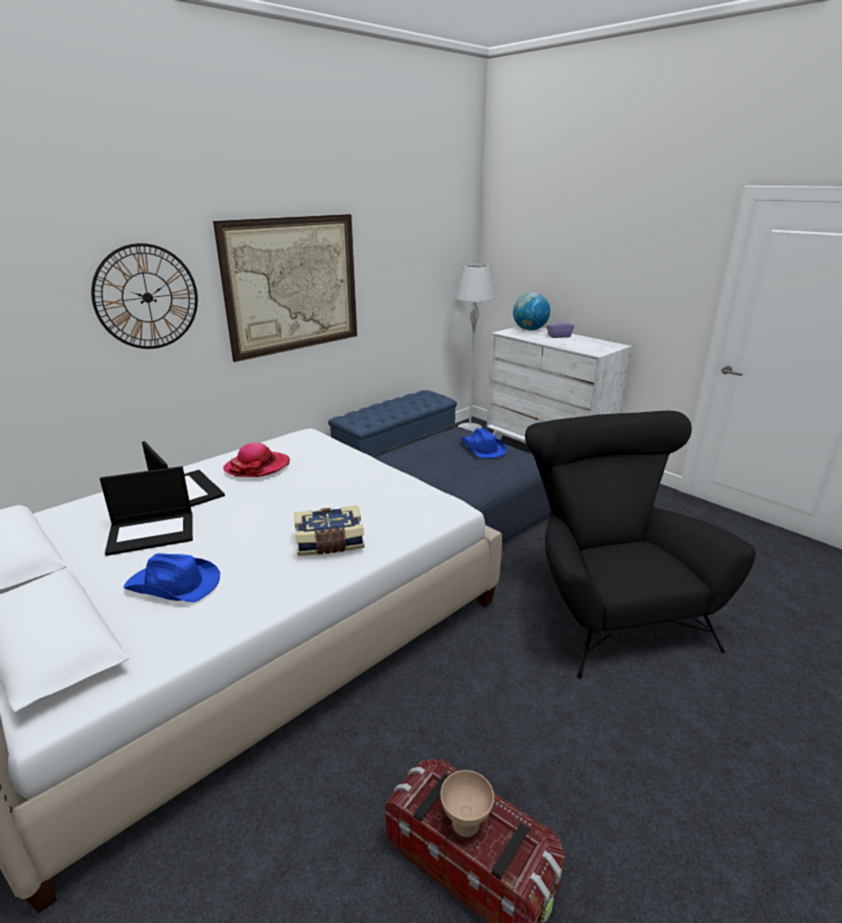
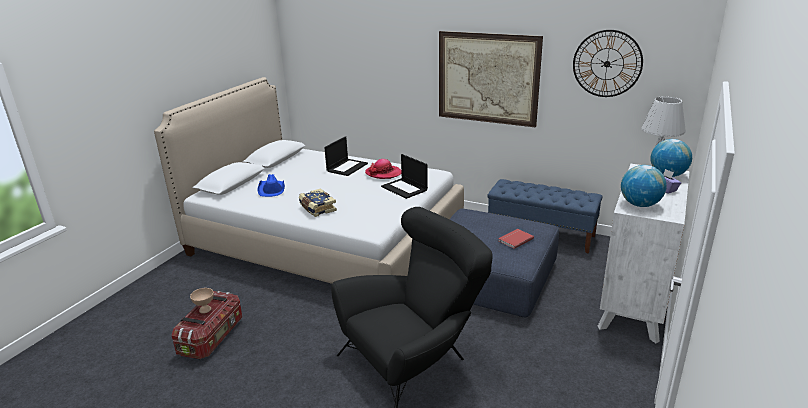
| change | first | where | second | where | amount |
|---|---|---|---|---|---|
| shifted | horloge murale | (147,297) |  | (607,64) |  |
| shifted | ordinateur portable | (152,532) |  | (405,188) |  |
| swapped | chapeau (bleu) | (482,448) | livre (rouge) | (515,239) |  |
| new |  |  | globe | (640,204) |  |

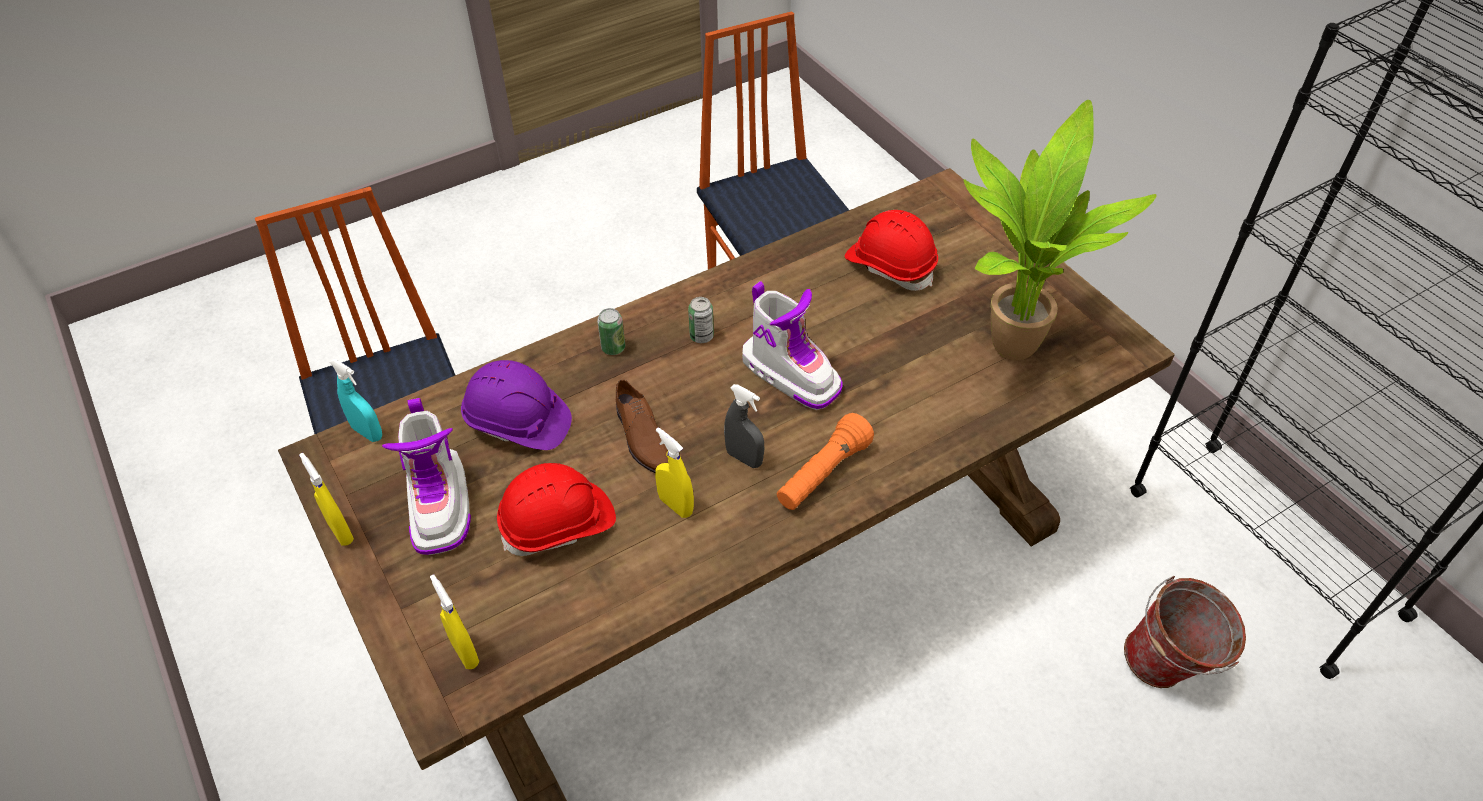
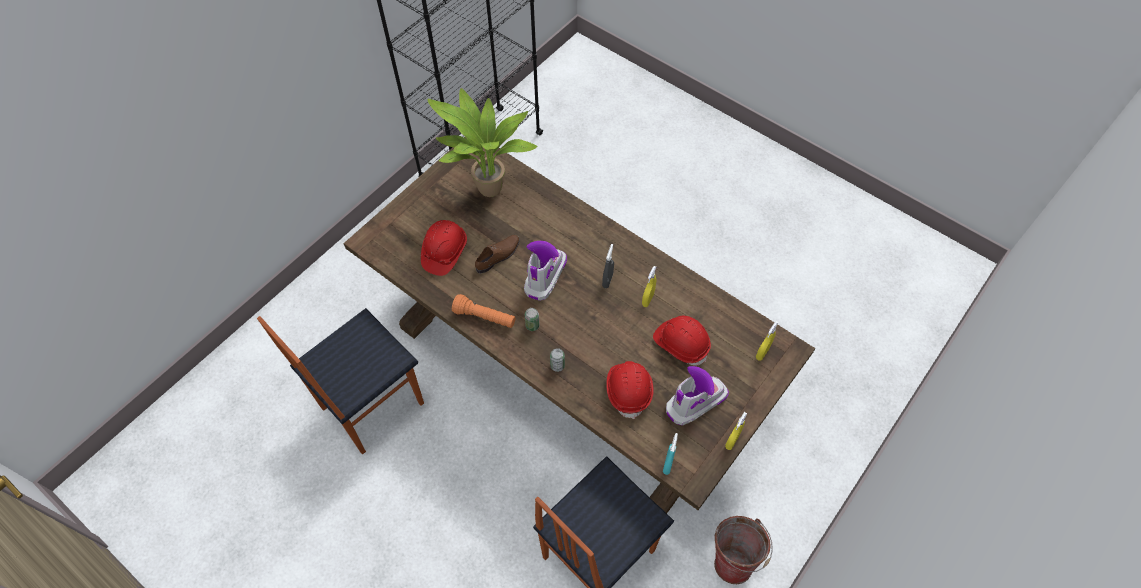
| change | first | where | second | where | amount |
|---|---|---|---|---|---|
| repainted | casque de chantier (violet) | (518,423) | casque de chantier (rouge) | (629,390) |  |
| shifted | chaussure (marron) | (641,437) |  | (498,256) |  |
| shifted | lampe de poche (orange) | (823,474) |  | (485,317) |  |
| shifted | seau | (1168,670) |  | (734,557) |  |

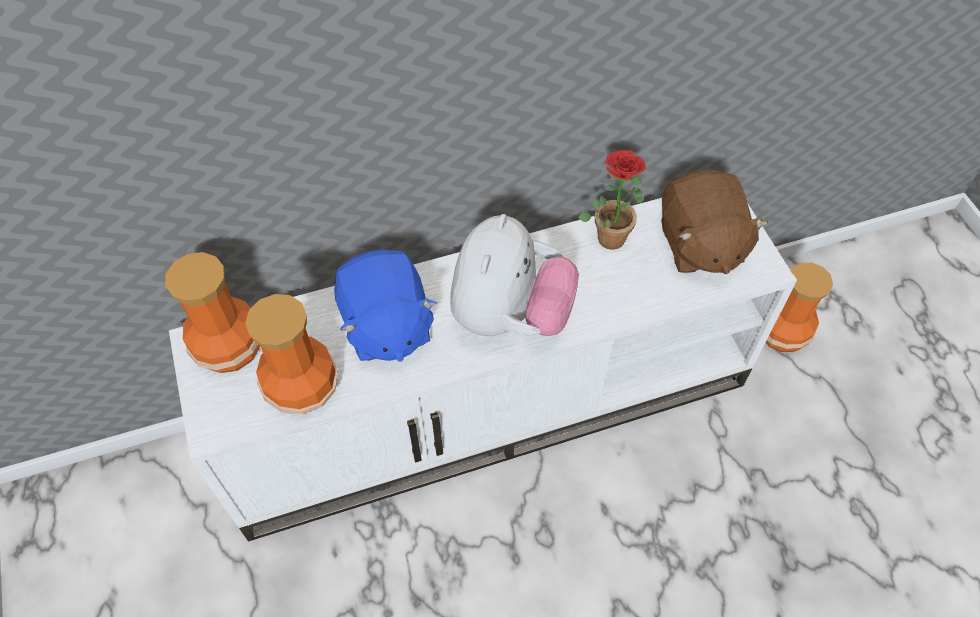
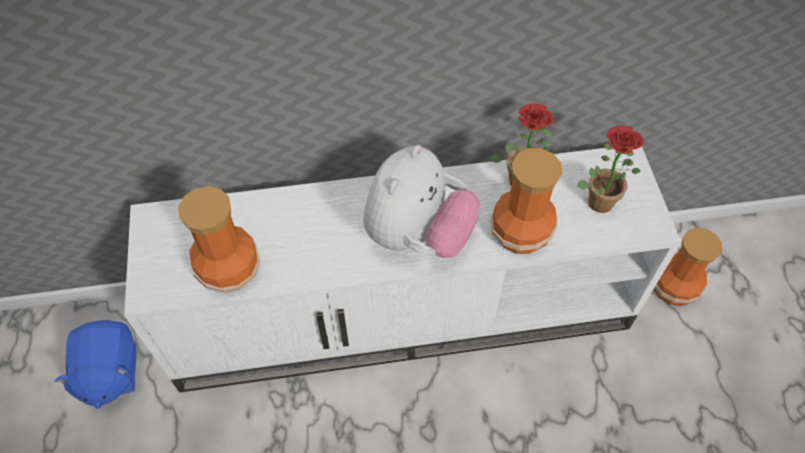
| change | first | where | second | where | amount |
|---|---|---|---|---|---|
| shifted | vase | (229,347) |  | (521,233) |  |
| shifted | peluche (bleu) | (386,326) |  | (109,372) |  |
| swapped | peluche (marron) | (699,244) | plante en pot | (599,197) |  |

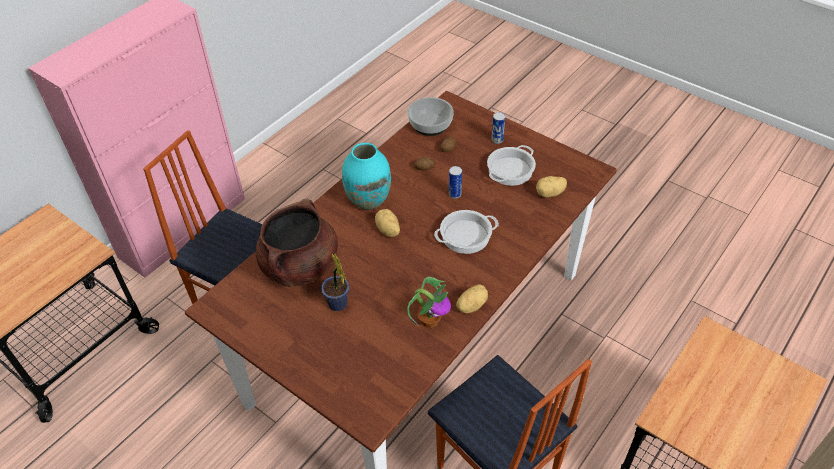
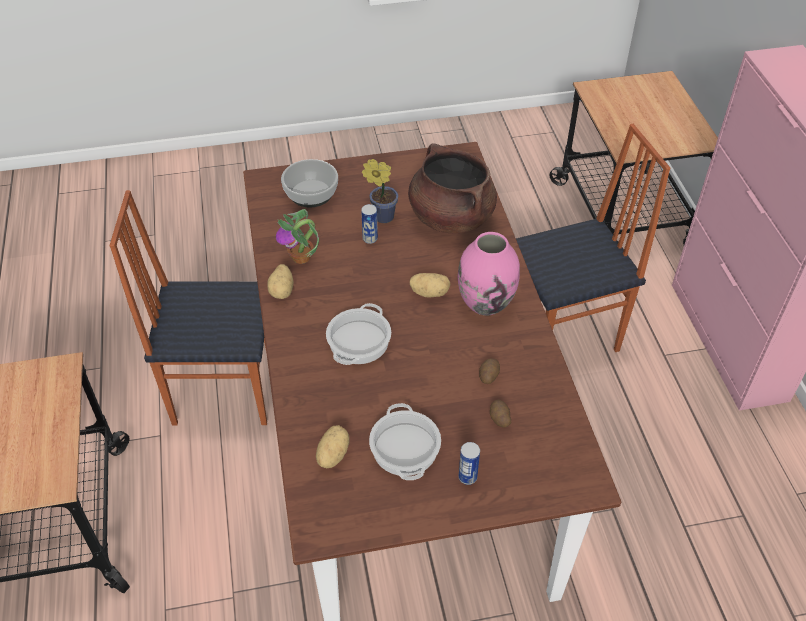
| change | first | where | second | where | amount |
|---|---|---|---|---|---|
| repainted | vase (turquoise) | (368,201) | vase (rose) | (485,302) |  |
| shifted | bol | (430,124) |  | (311,193) |  |
| shifted | boîte métallique | (455,194) |  | (370,238) |  |

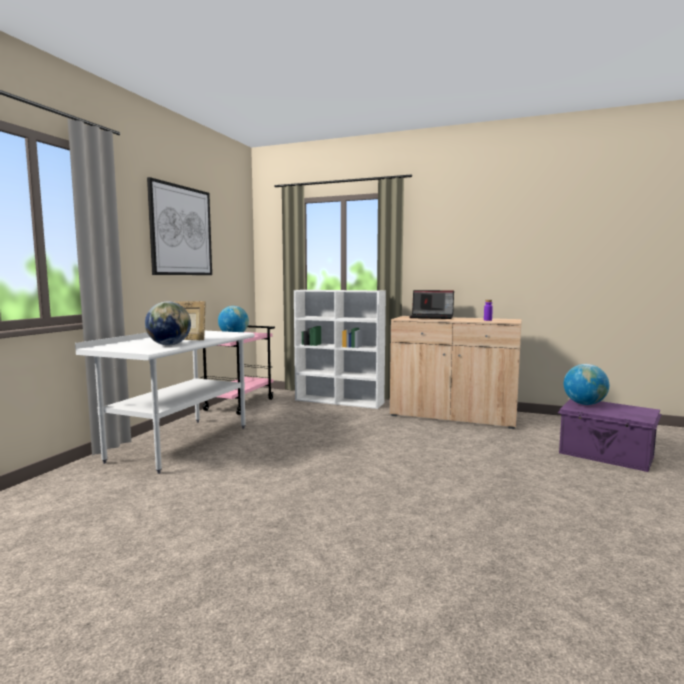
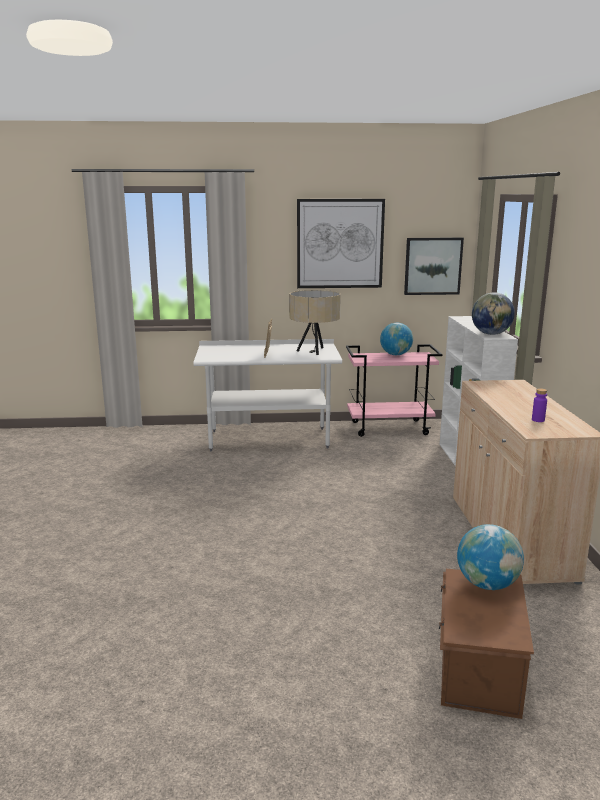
| change | first | where | second | where | amount |
|---|---|---|---|---|---|
| shifted | globe | (169,345) |  | (491,334) |  |
| gone | ordinateur portable | (432,317) |  |  |  |
| repainted | boîte de rangement (violet) | (606,455) | boîte de rangement (marron) | (477,668) |  |
| new |  |  | lampe de table (beige) | (314,351) |  |
| new |  |  | tableau | (433,266) |  |

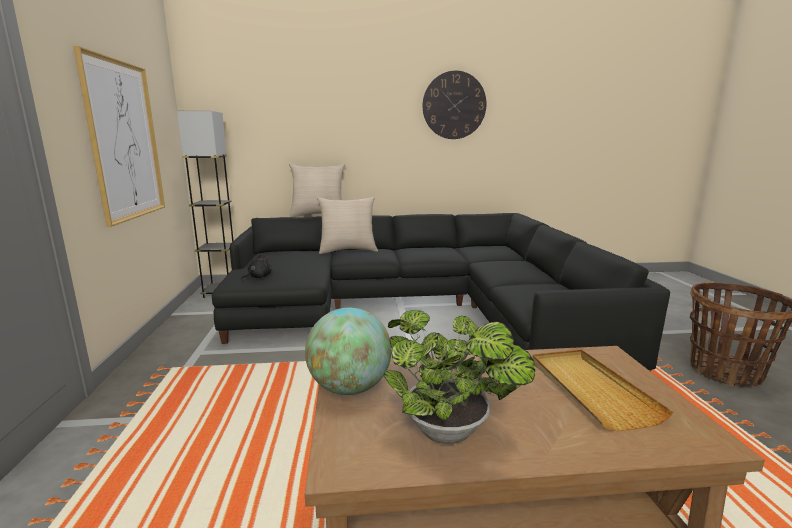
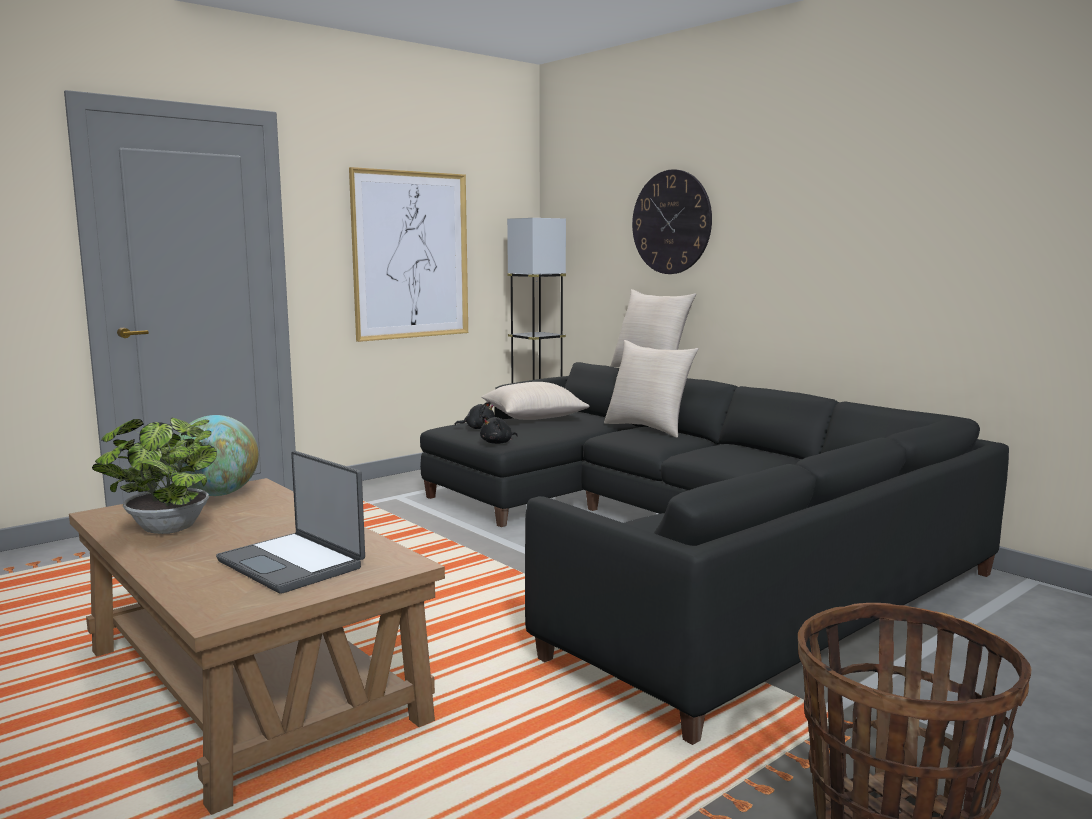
| change | first | where | second | where | amount |
|---|---|---|---|---|---|
| shifted | horloge murale | (454,105) |  | (671,222) |  |
| swapped | plateau (beige) | (590,390) | ordinateur portable | (293,563) |  |
| new |  |  | peluche (noir) | (498,443) |  |
| new |  |  | coussin (beige) | (533,417) |  |

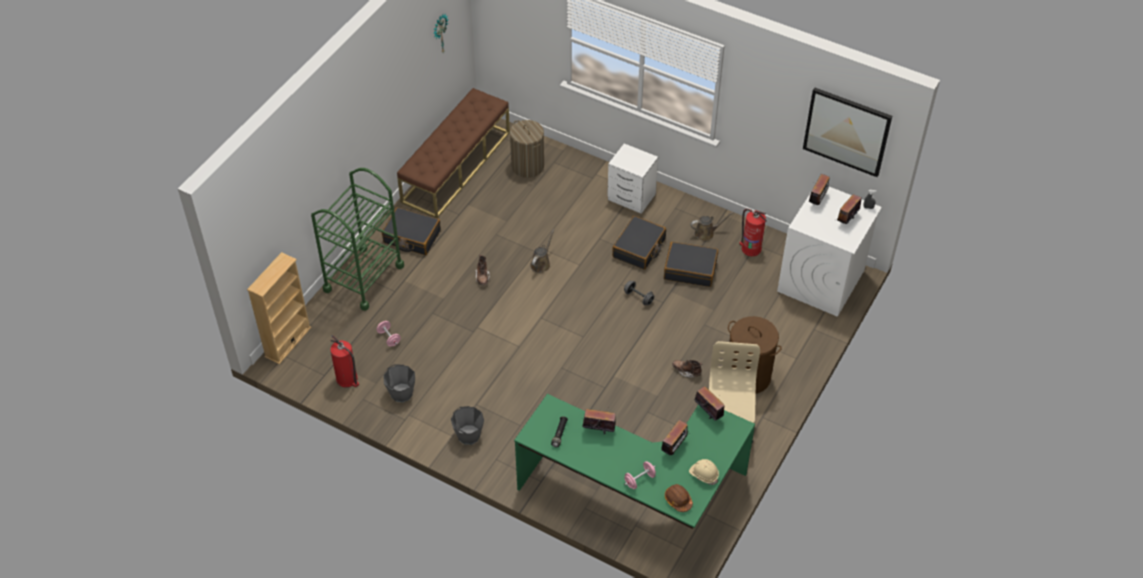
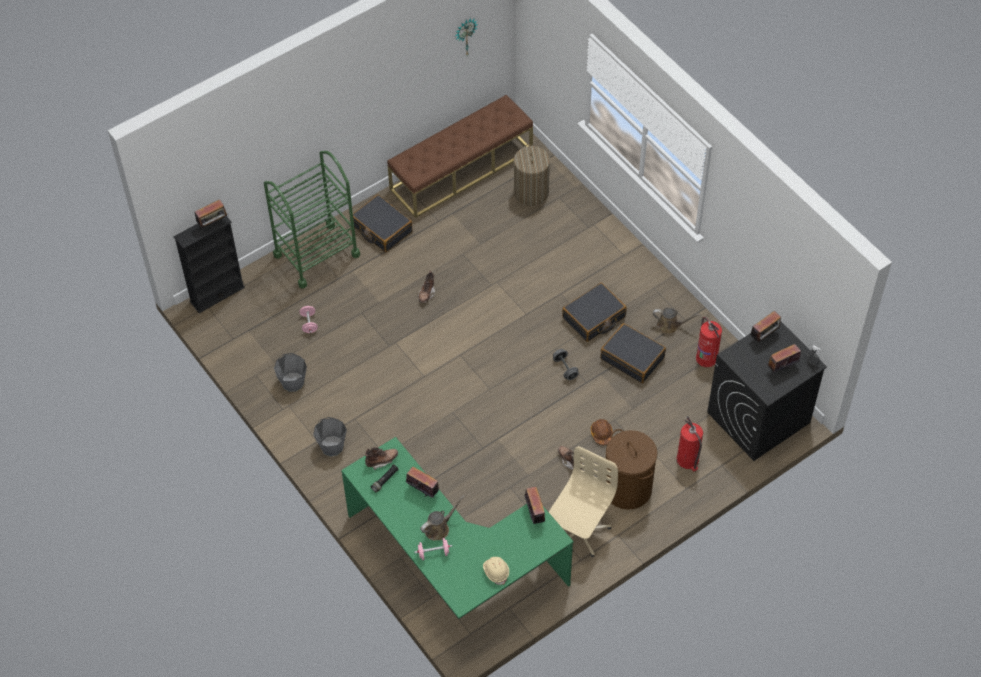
| change | first | where | second | where | amount |
|---|---|---|---|---|---|
| repainted | bibliothèque (beige) | (288,342) | bibliothèque (noir) | (217,294) |  |
| shifted | extincteur | (347,379) |  | (688,460) |  |
| shifted | arrosoir (marron) | (541,263) |  | (439,528) |  |
| gone | table de chevet (blanc) | (632,198) |  |  |  |
| shifted | radio | (674,447) |  | (213,224) |  |
| shifted | casque de chantier (marron) | (678,500) |  | (601,434) |  |
| repainted | lave-linge (blanc) | (820,281) | lave-linge (noir) | (758,418) |  |
| gone | tableau | (847,131) |  |  |  |
| new |  |  | botte (marron) | (381,460) |  |

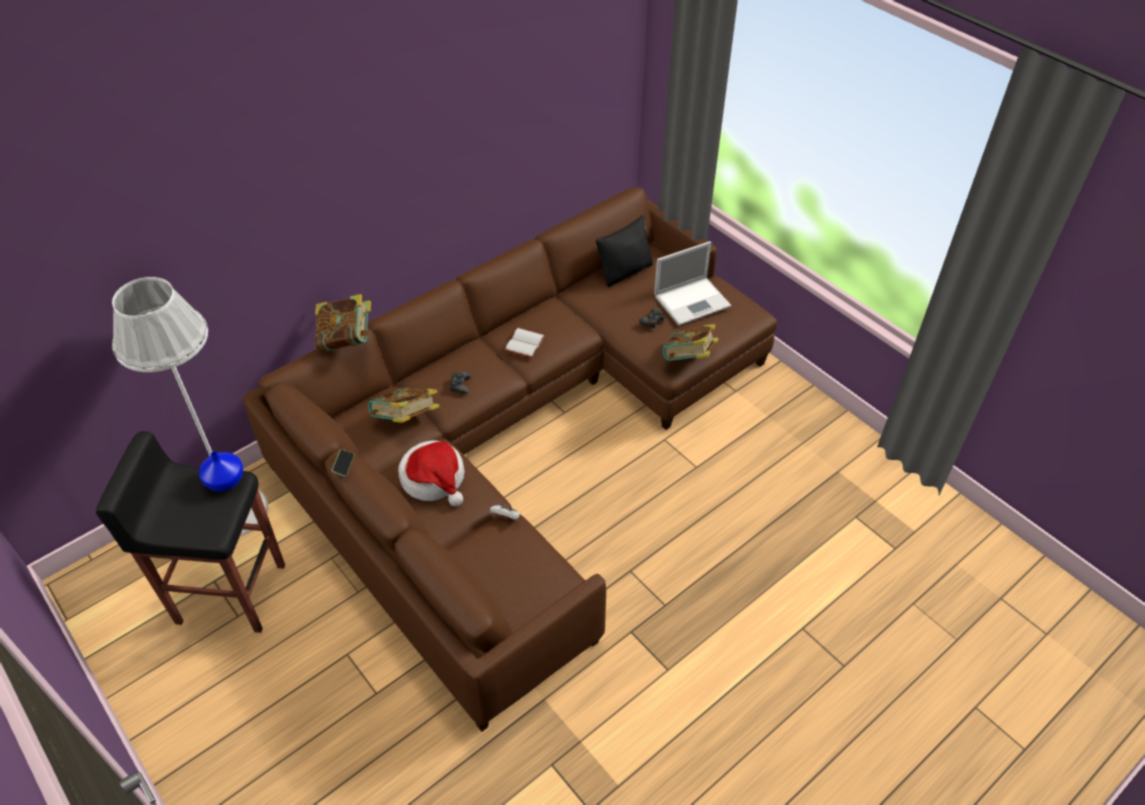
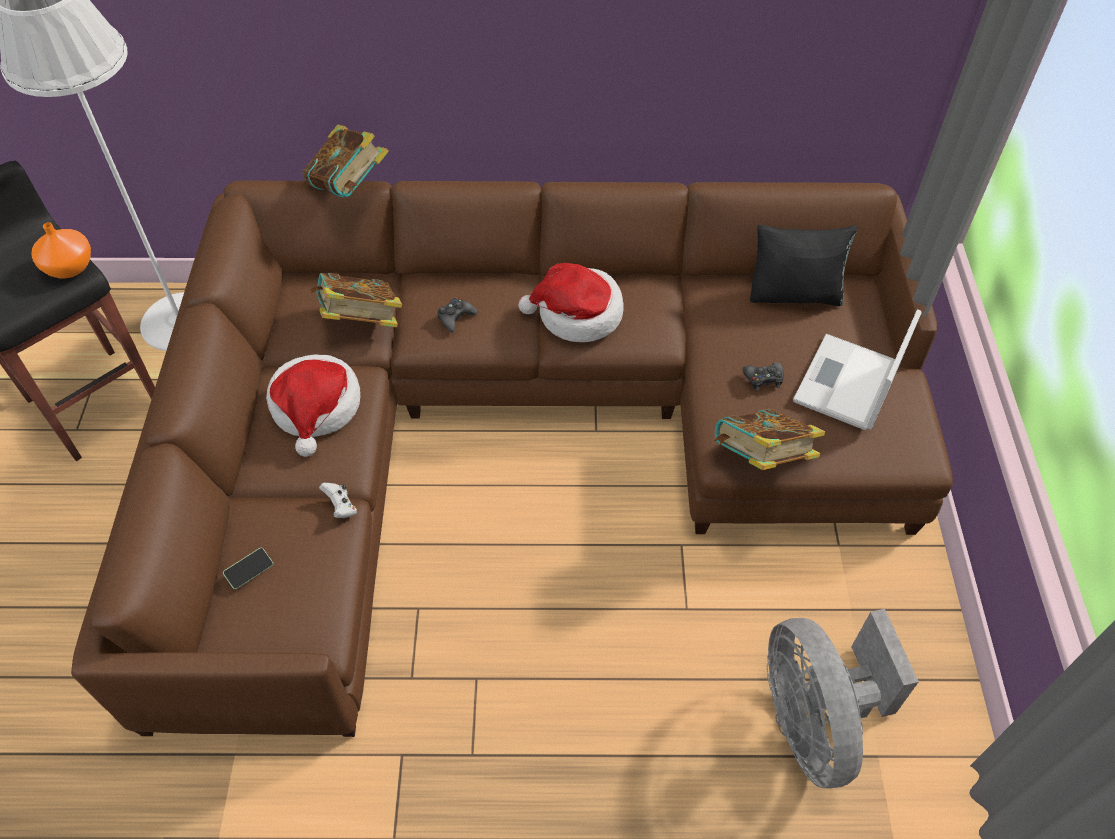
| change | first | where | second | where | amount |
|---|---|---|---|---|---|
| repainted | vase (bleu) | (224,481) | vase (orange) | (69,267) |  |
| shifted | téléphone | (344,465) |  | (250,571) |  |
| swapped | livre (blanc) | (526,344) | chapeau | (577,314) |  |
| rotated | ordinateur portable | (693,301) |  | (846,384) | 105 degrees clockwise |
| new |  |  | ventilateur (gris) | (814,720) |  |

